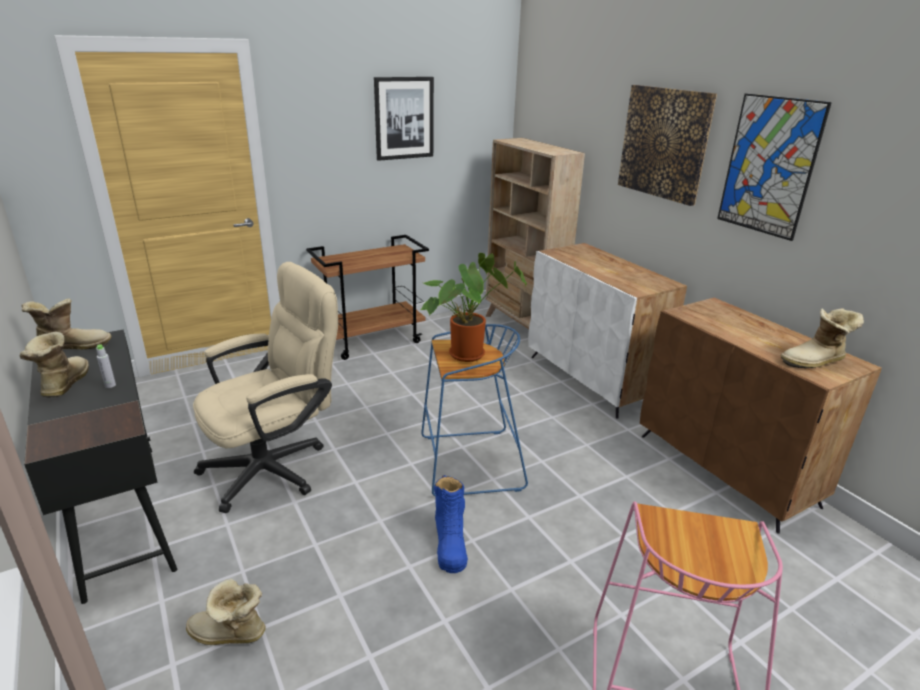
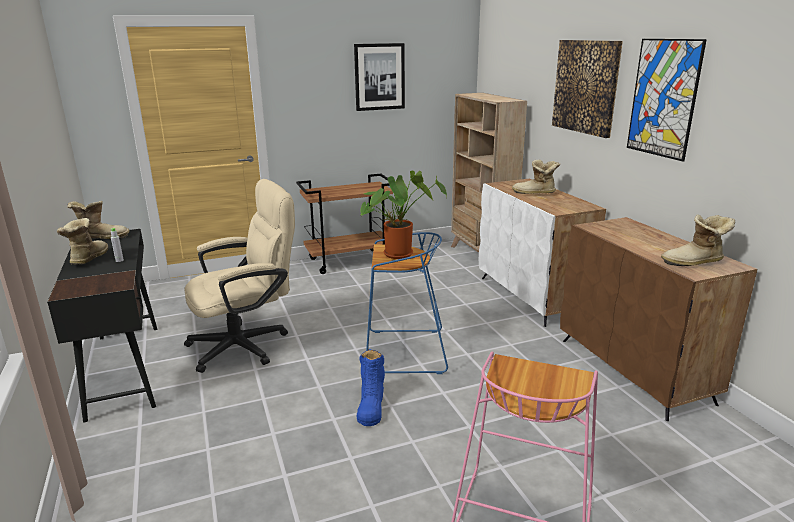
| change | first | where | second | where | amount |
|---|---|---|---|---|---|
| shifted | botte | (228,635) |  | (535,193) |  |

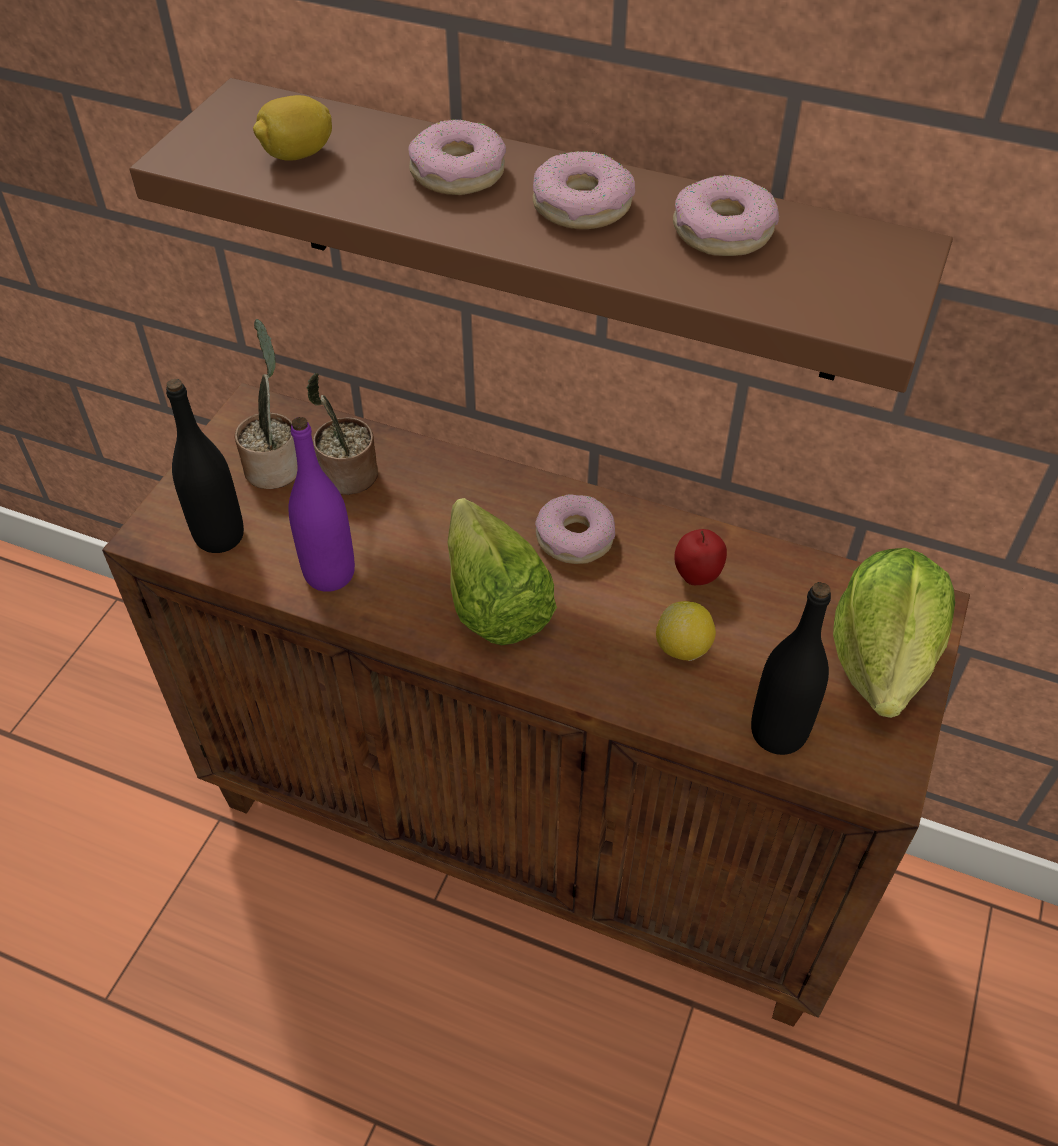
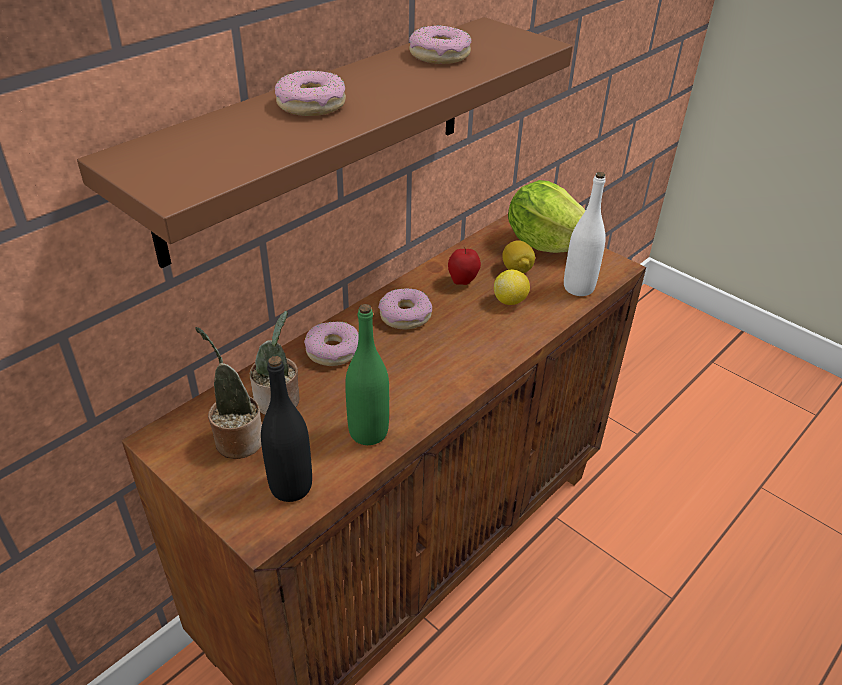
| change | first | where | second | where | amount |
|---|---|---|---|---|---|
| shifted | citron | (297,155) |  | (516,269) |  |
| repainted | bouteille (violet) | (329,574) | bouteille (vert) | (368,432) |  |
| gone | laitue | (492,592) |  |  |  |
| shifted | beignet | (582,205) |  | (333,350) |  |
| repainted | bouteille (noir) | (778,732) | bouteille (blanc) | (578,288) |  |

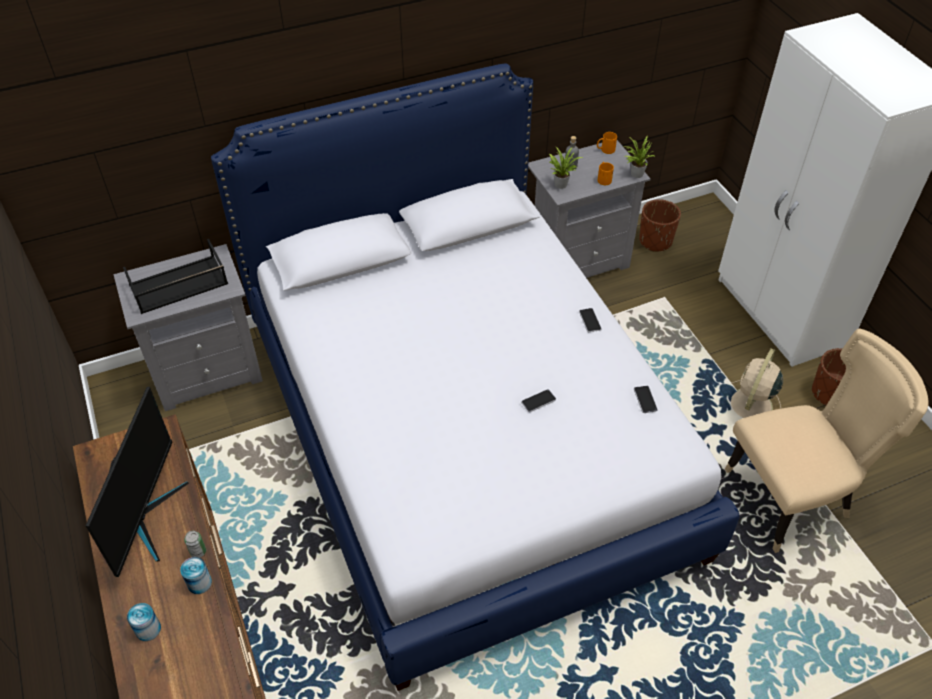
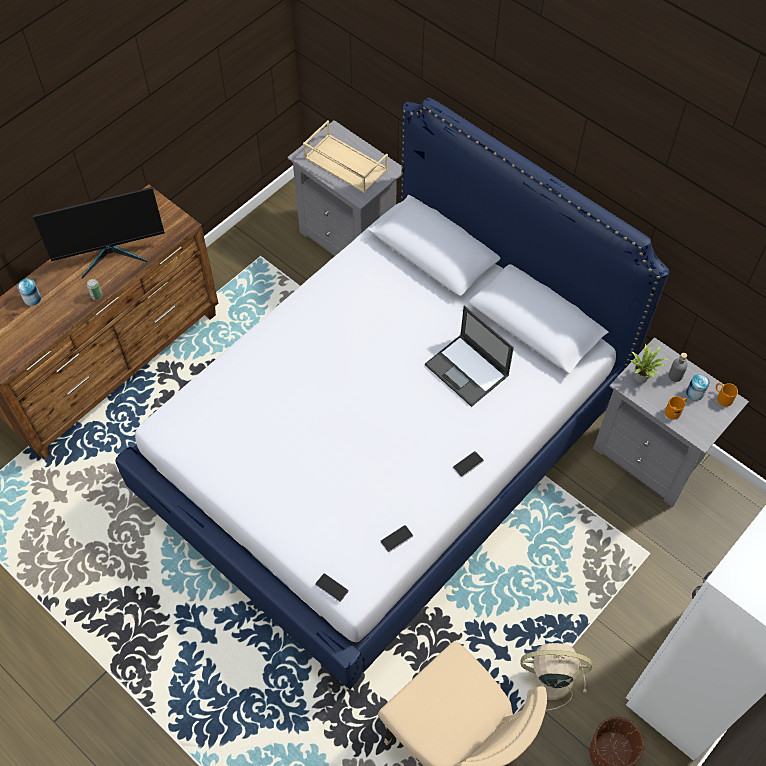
| change | first | where | second | where | amount |
|---|---|---|---|---|---|
| repainted | plateau (noir) | (178,285) | plateau (beige) | (344,163) |  |
| shifted | boîte métallique | (199,583) |  | (694,393) |  |
| shifted | téléphone | (538,401) |  | (331,587) |  |
| gone | plante en pot | (635,173) |  |  |  |
| gone | cache-pot (marron) | (655,241) |  |  |  |
| new |  |  | ordinateur portable | (467,371) |  |

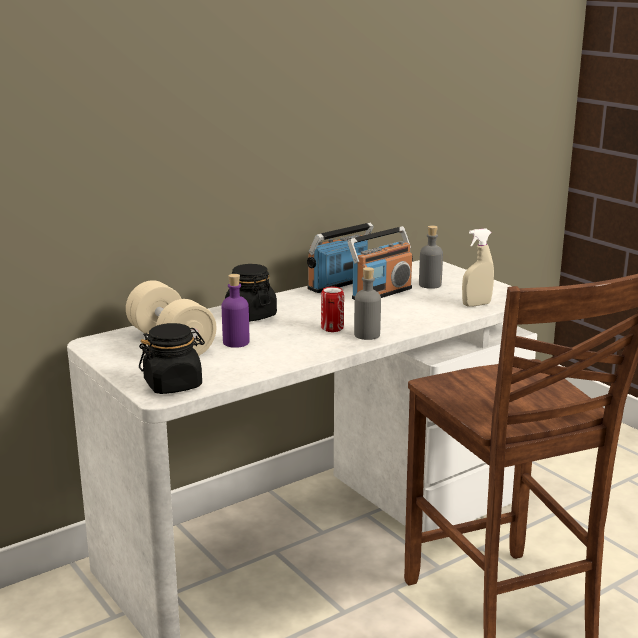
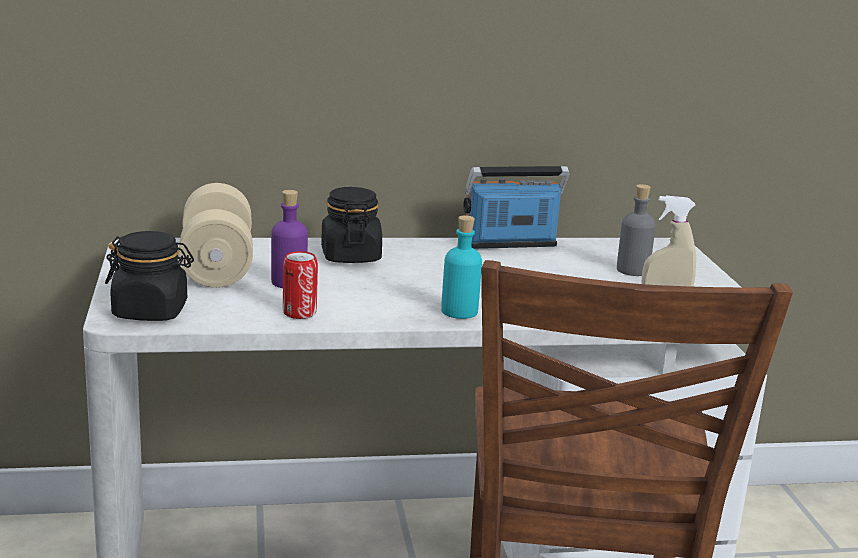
| change | first | where | second | where | amount |
|---|---|---|---|---|---|
| shifted | boîte métallique | (332,328) |  | (299,313) |  |
| gone | radio | (381,293) |  |  |  |
| repainted | bouteille (gris) | (367,335) | bouteille (turquoise) | (459,311) |  |

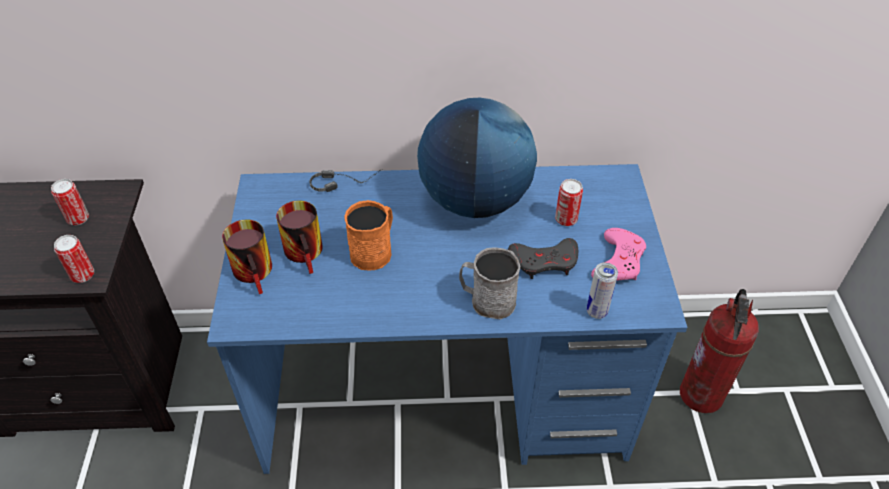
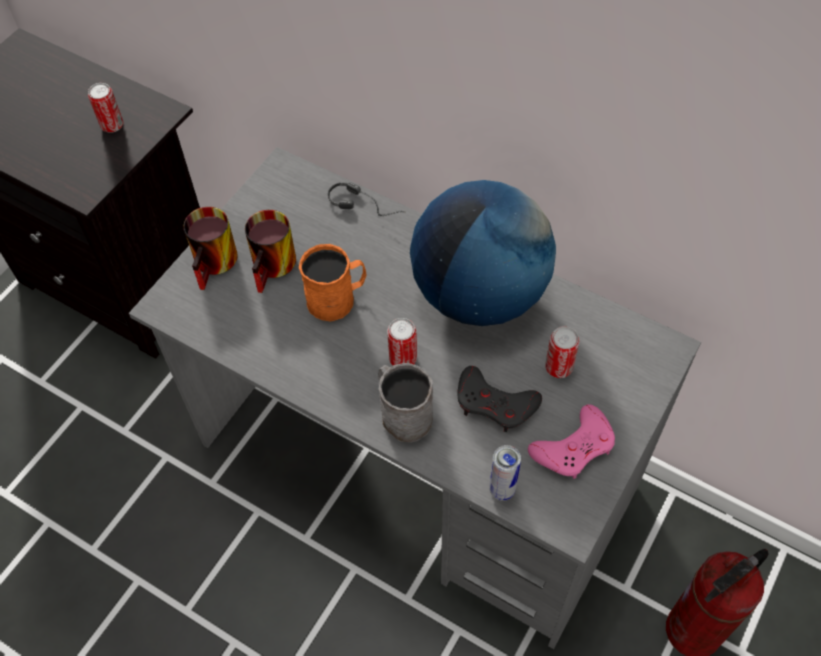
| change | first | where | second | where | amount |
|---|---|---|---|---|---|
| shifted | boîte métallique | (82,275) |  | (403,359) |  |
| repainted | bureau (bleu) | (444,395) | bureau (gris) | (417,467) |  |

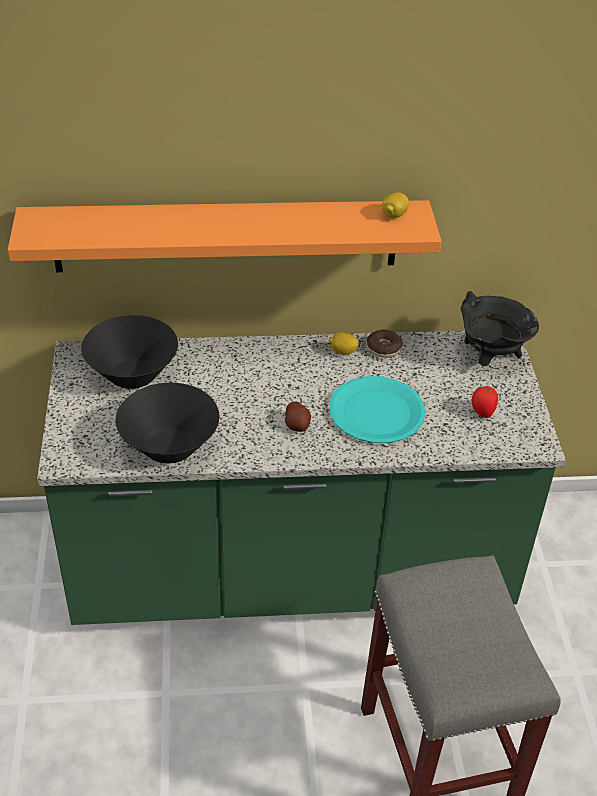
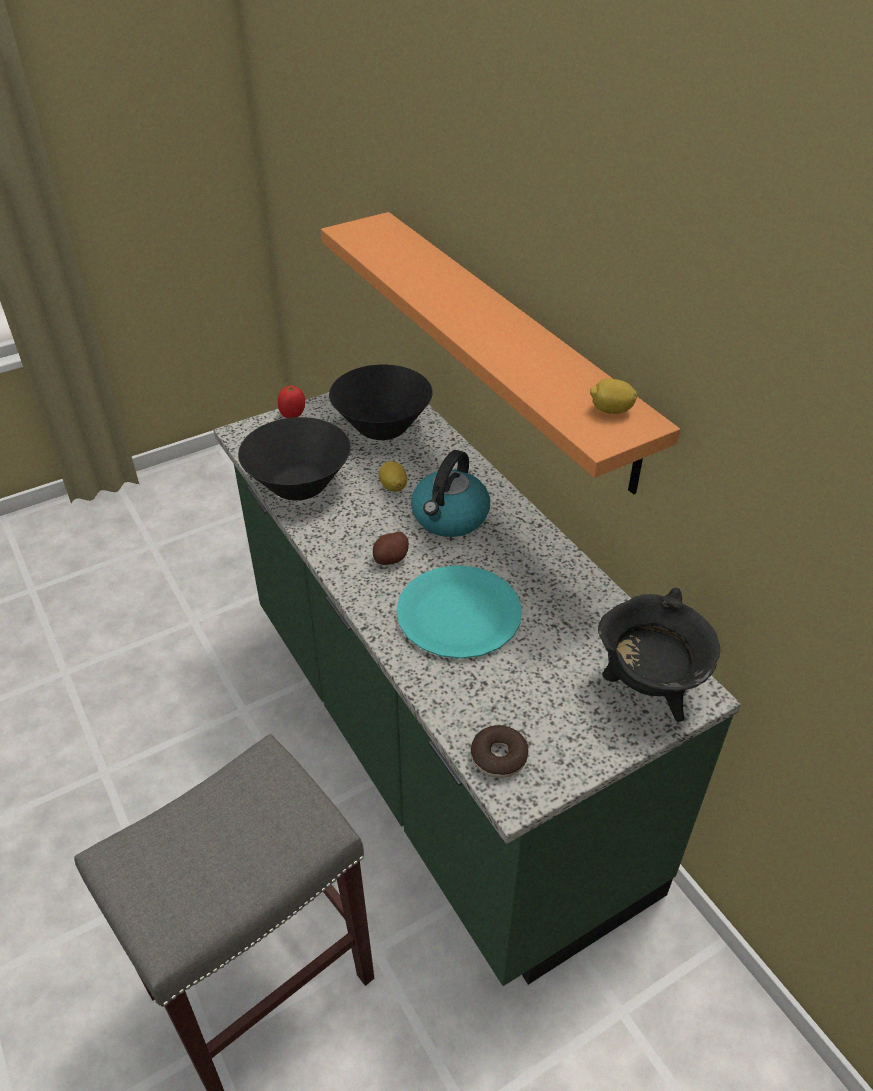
| change | first | where | second | where | amount |
|---|---|---|---|---|---|
| shifted | citron | (342,352) |  | (393,486) |  |
| shifted | beignet | (383,348) |  | (499,757) |  |
| shifted | tomate | (482,412) |  | (293,414) |  |
| new |  |  | bouilloire | (450,518) |  |

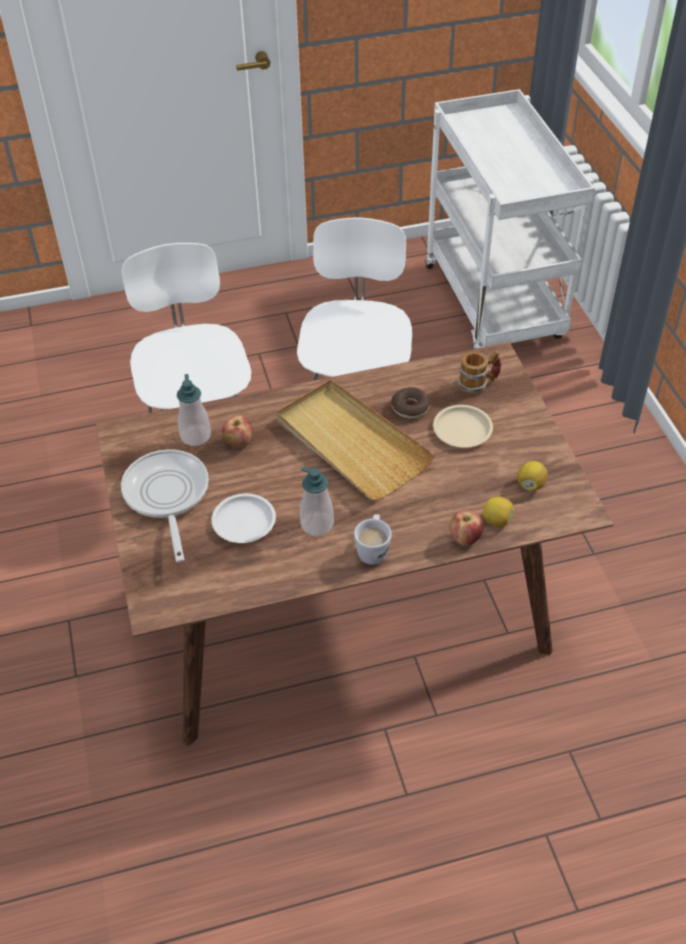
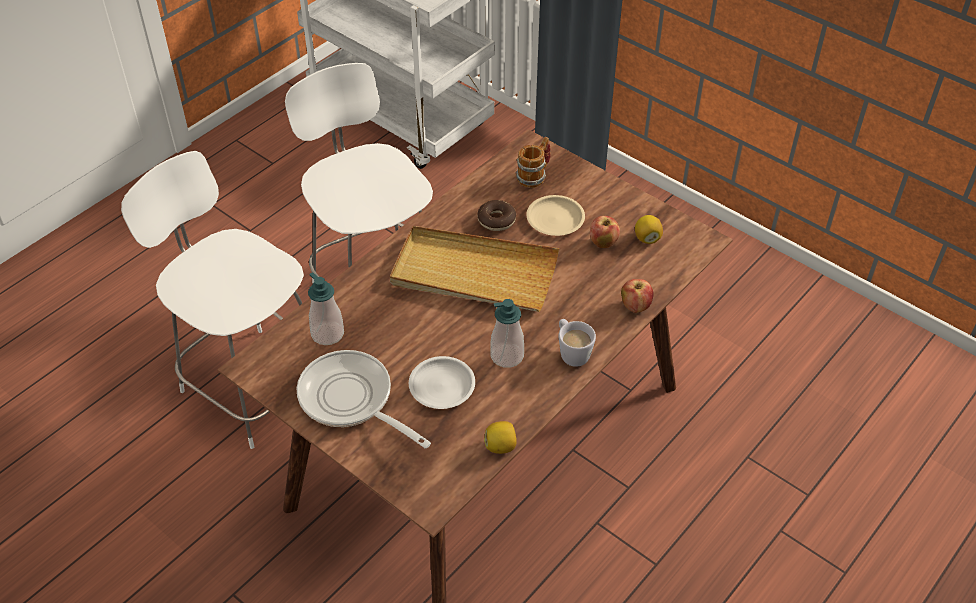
| change | first | where | second | where | amount |
|---|---|---|---|---|---|
| shifted | pomme | (238,443) |  | (603,243) |  |
| shifted | citron | (497,520) |  | (501,446) |  |

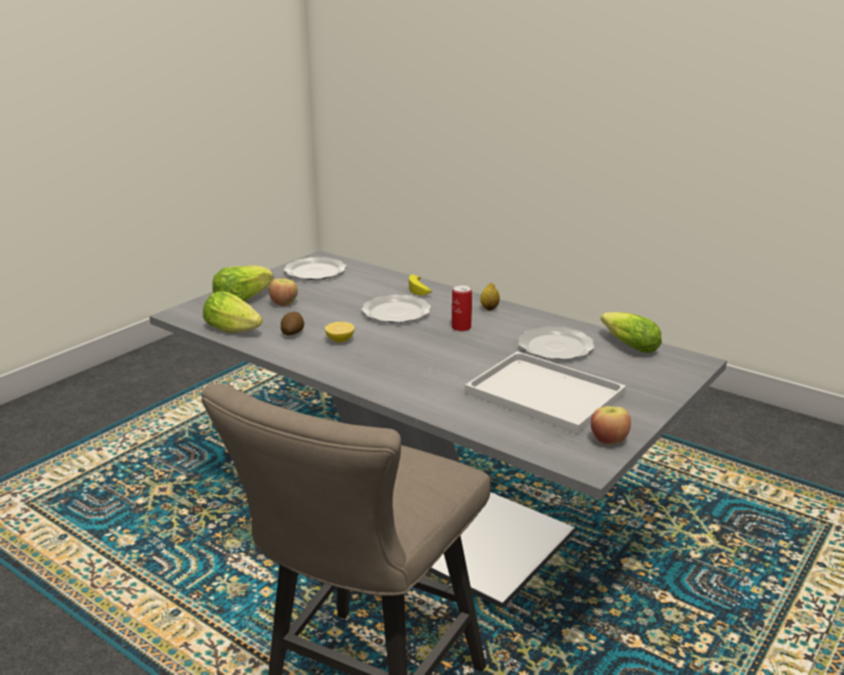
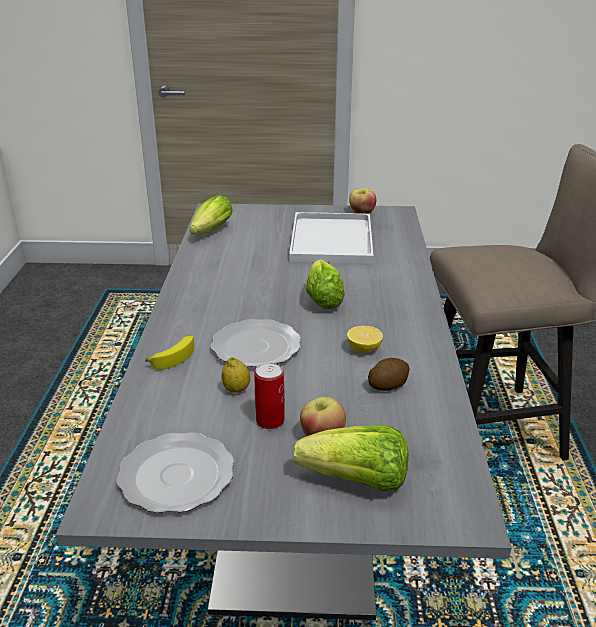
| change | first | where | second | where | amount |
|---|---|---|---|---|---|
| shifted | laitue | (235,330) |  | (323,296) |  |
| shifted | boîte métallique | (461,327) |  | (270,421) |  |
| shifted | citron | (489,308) |  | (236,389) |  |
| gone | assiette | (554,347) |  |  |  |

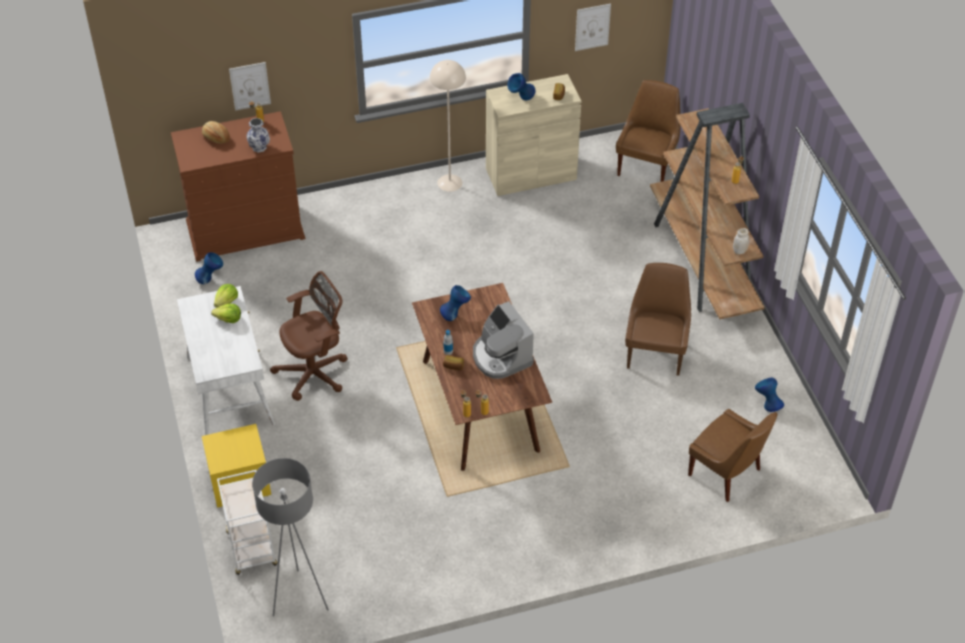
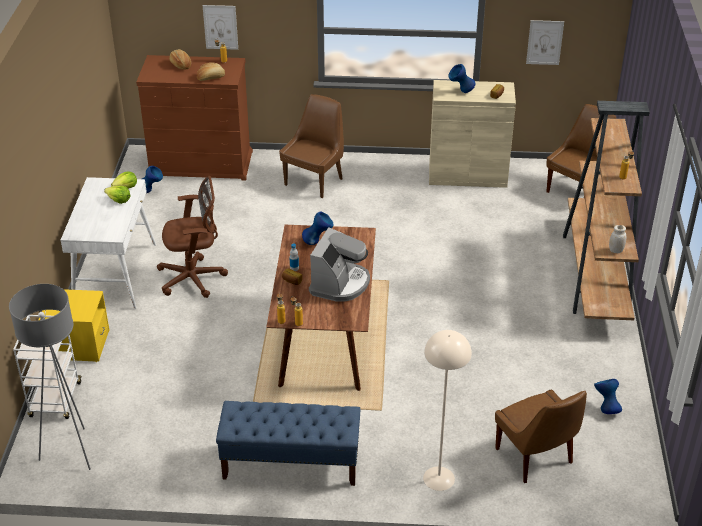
| change | first | where | second | where | amount |
|---|---|---|---|---|---|
| swapped | vase | (259,147) | pain | (211,78) |  |
| shifted | lampadaire (beige) | (450,182) |  | (439,478) |  |
| rotated | machine à café | (501,357) |  | (340,284) | 150 degrees counterclockwise |
| shifted | chaise (marron) | (656,352) |  | (315,181) |  |
| new |  |  | banc (bleu) | (290,464) |  |

